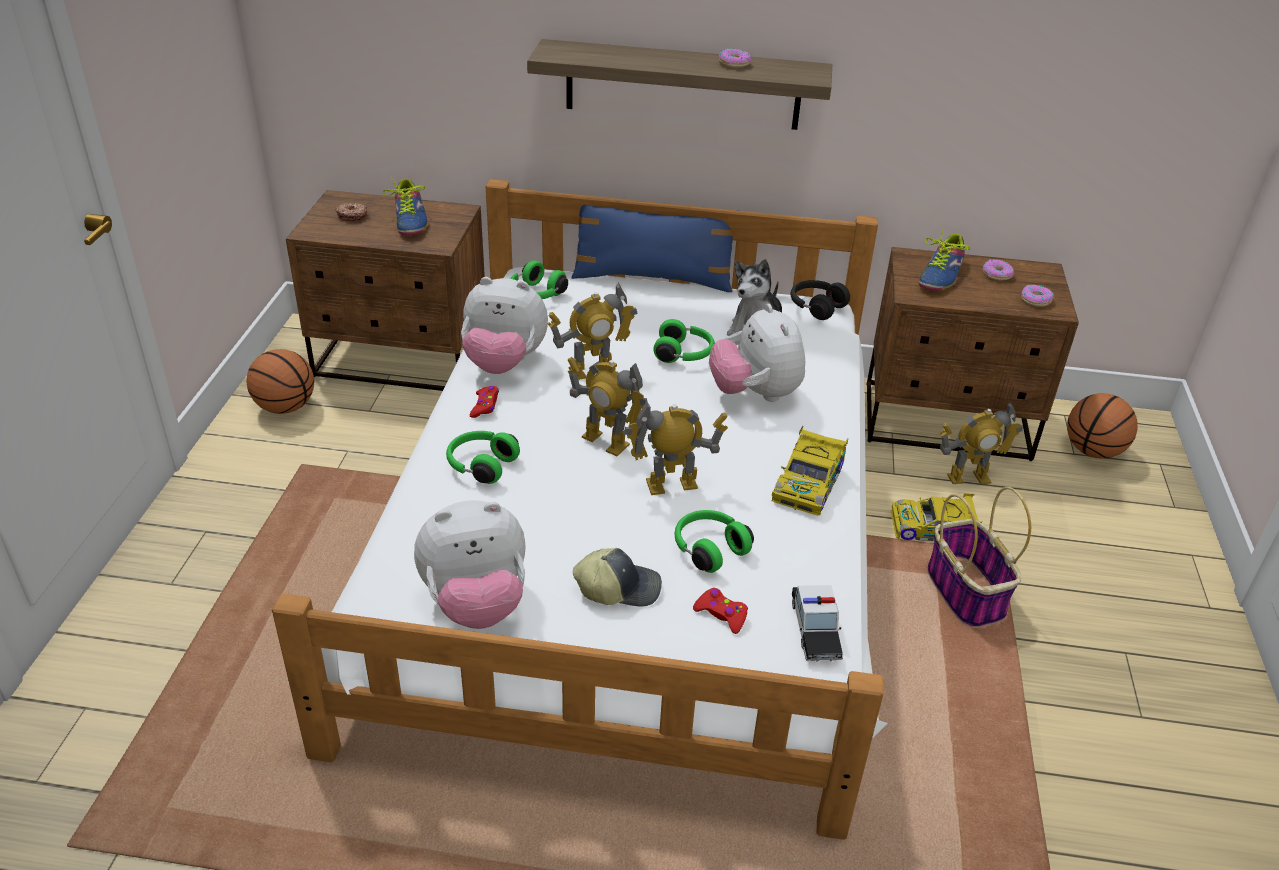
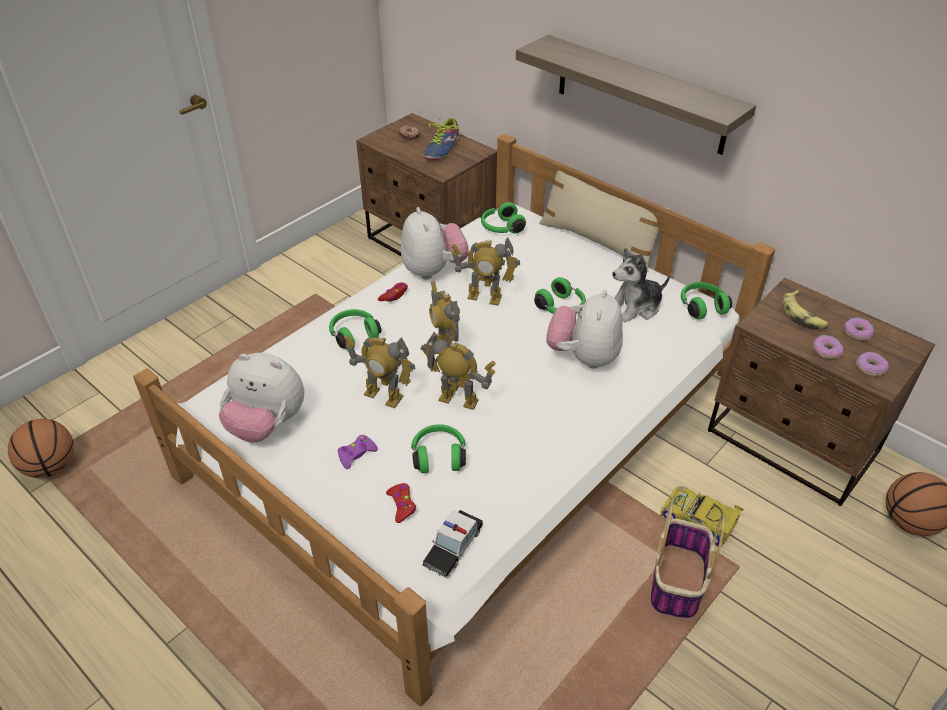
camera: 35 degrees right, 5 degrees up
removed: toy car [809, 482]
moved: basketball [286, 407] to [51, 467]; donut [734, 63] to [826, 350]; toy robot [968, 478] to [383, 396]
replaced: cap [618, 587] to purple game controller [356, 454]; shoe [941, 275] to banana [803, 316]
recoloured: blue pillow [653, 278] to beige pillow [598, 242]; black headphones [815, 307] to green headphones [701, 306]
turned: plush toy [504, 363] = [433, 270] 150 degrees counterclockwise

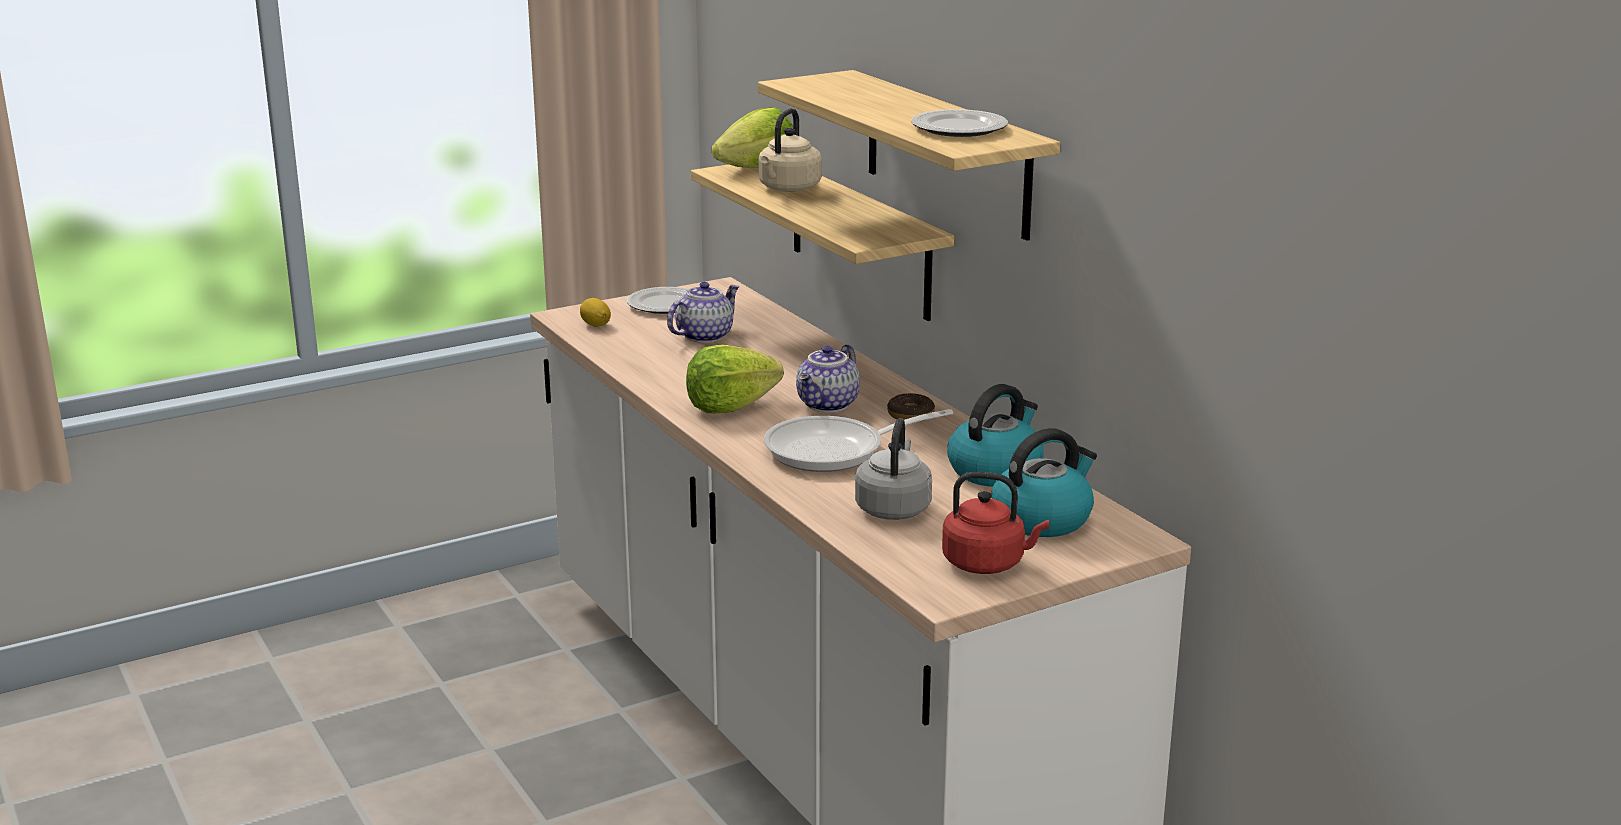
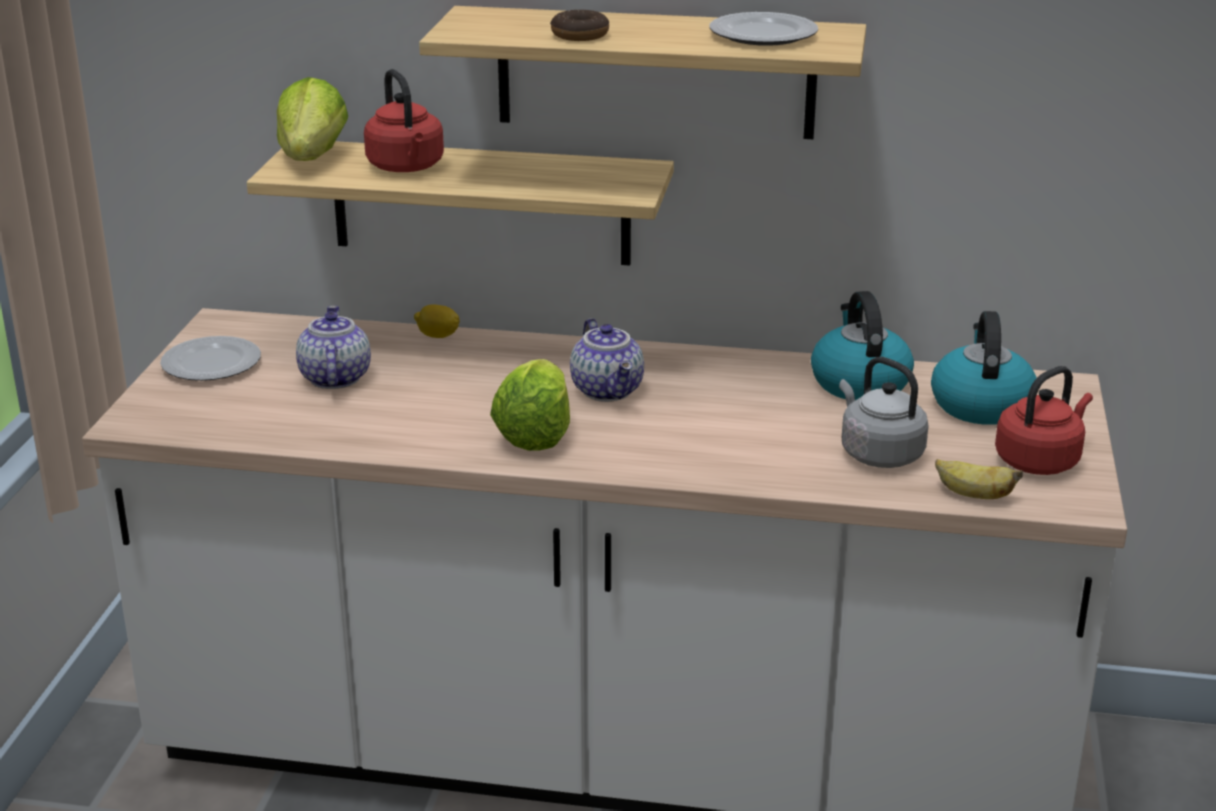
camera: 50 degrees left, 5 degrees up
removed: frying pan [835, 451]
added: banana [973, 495]
moved: lemon [595, 325] to [437, 336]; donut [910, 415] to [580, 35]
recoloured: beige kettle [788, 189] to red kettle [407, 168]

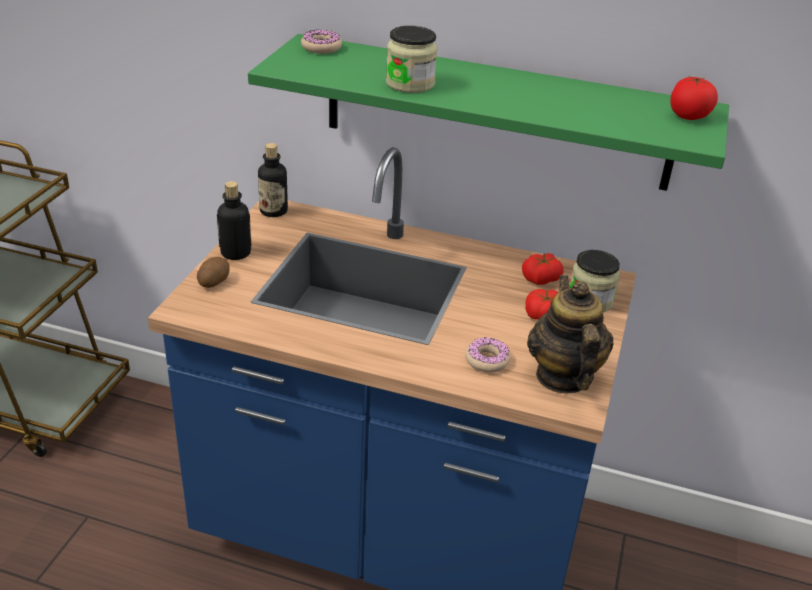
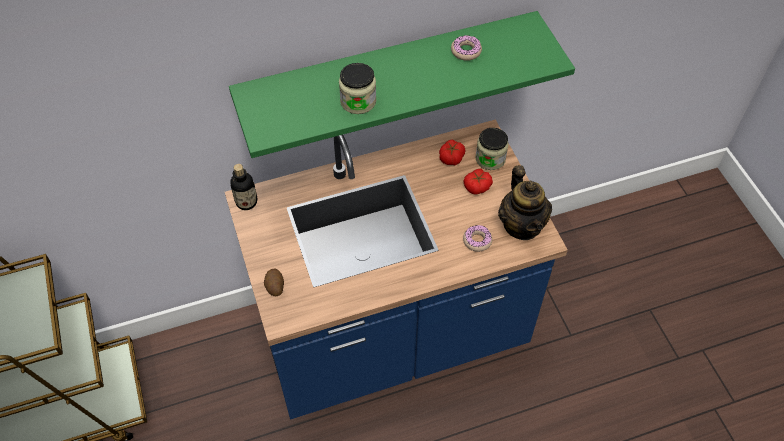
camera: 35 degrees left, 20 degrees up
removed: bottle [235, 253]; tomato [689, 116]
moved: donut [321, 48] to [466, 51]
turned: teapot [563, 376] = [522, 225] 150 degrees counterclockwise

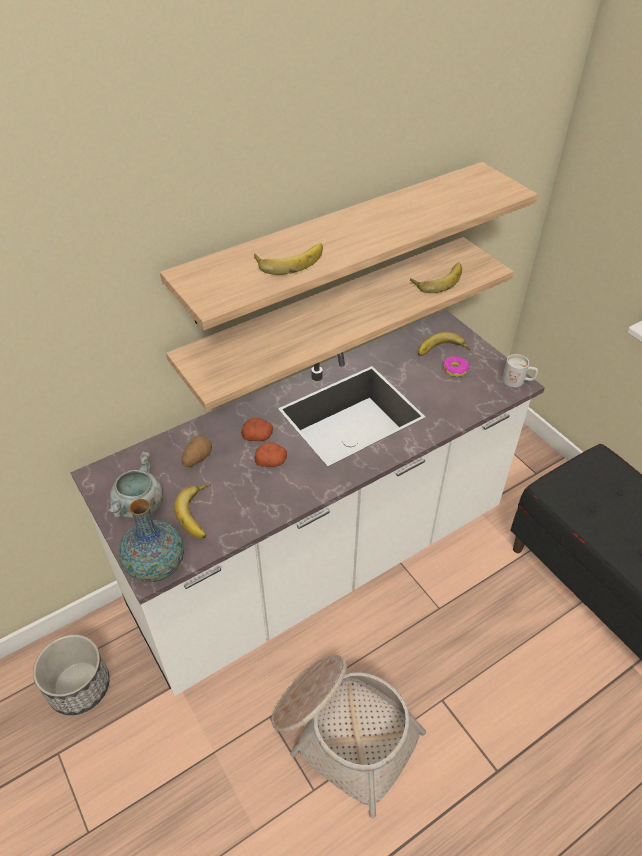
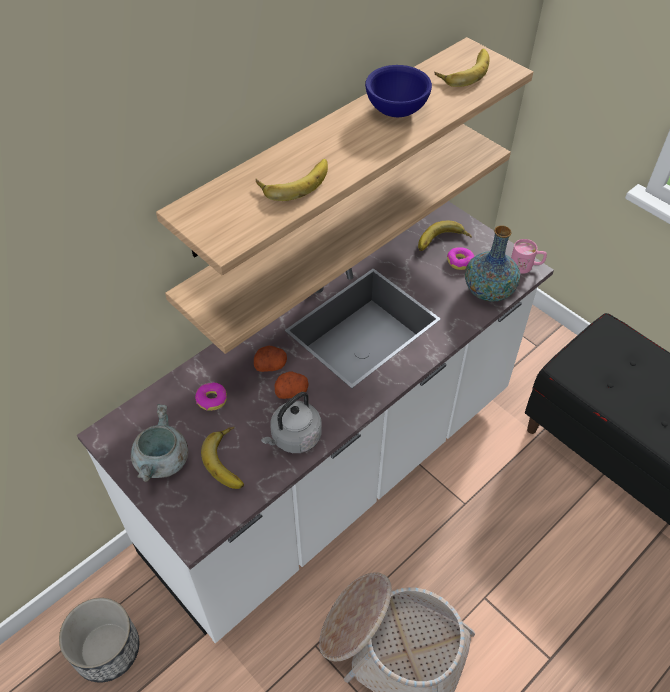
camera: 10 degrees left, 5 degrees up
added: grey kettle [294, 438]; blue bowl [397, 110]
moved: vase [156, 565] to [488, 291]; banana [437, 279] to [463, 71]
replaced: potato [197, 458] to donut [212, 399]
recoloured: white mug [518, 381] to pink mug [526, 266]

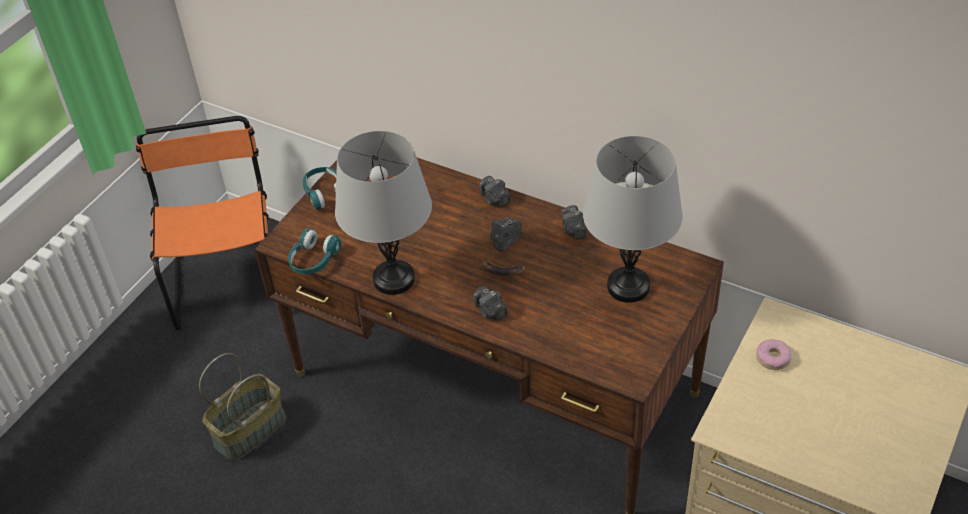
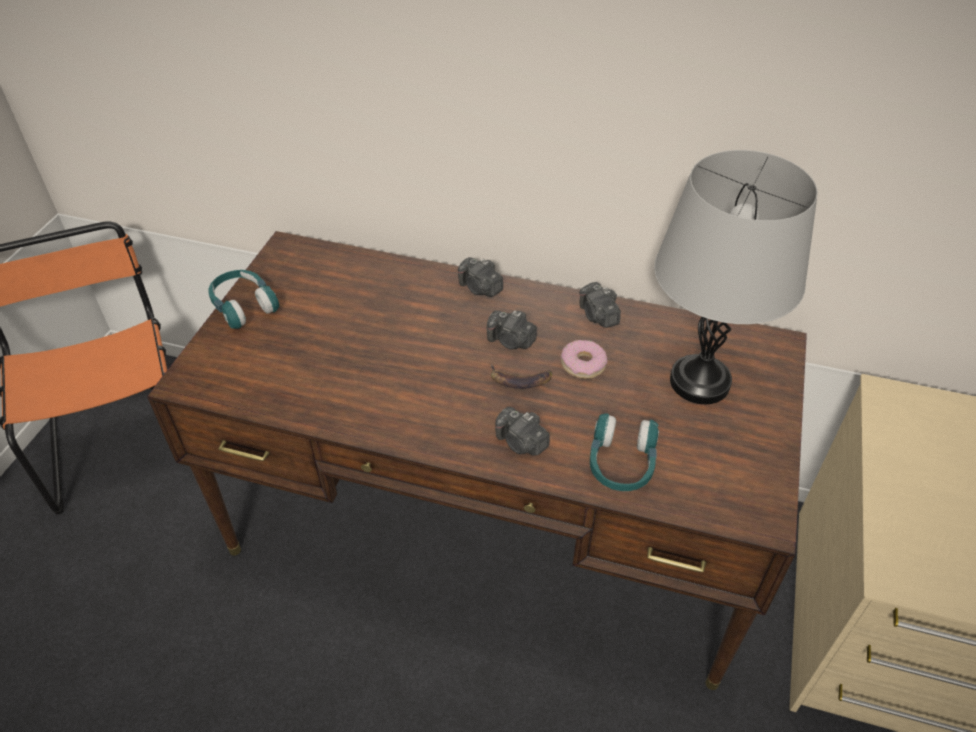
camera: 15 degrees left, 0 degrees up
removed: basket [249, 429]; grey table lamp [394, 279]
moved: turquoise headphones [313, 260] to [621, 463]; donut [773, 358] to [583, 364]
turned: photo camera [505, 241] = [511, 341] 90 degrees counterclockwise

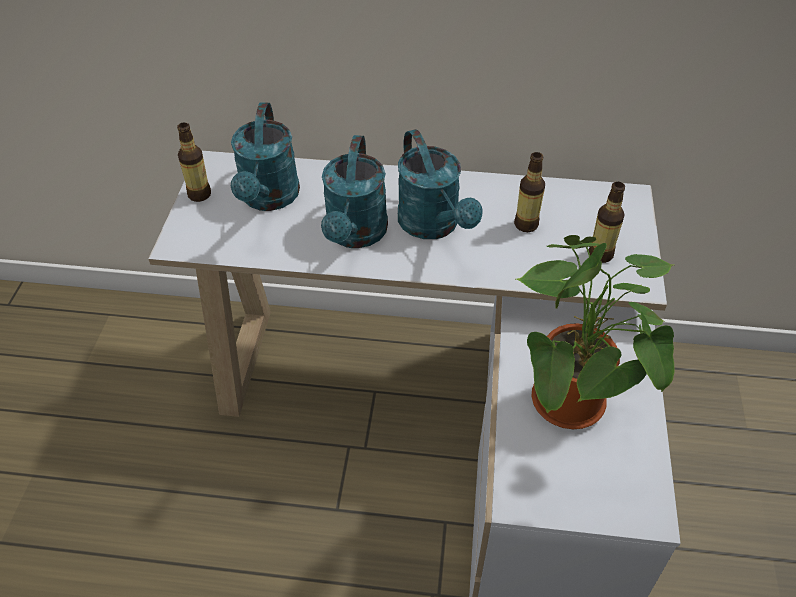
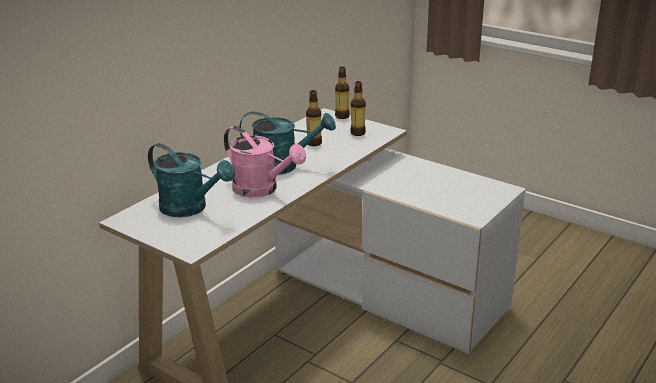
camera: 60 degrees left, 20 degrees down
removed: potted plant [572, 409]
moved: bottle [199, 194] to [342, 116]
recoloured: turquoise watering can [355, 235] to pink watering can [262, 189]

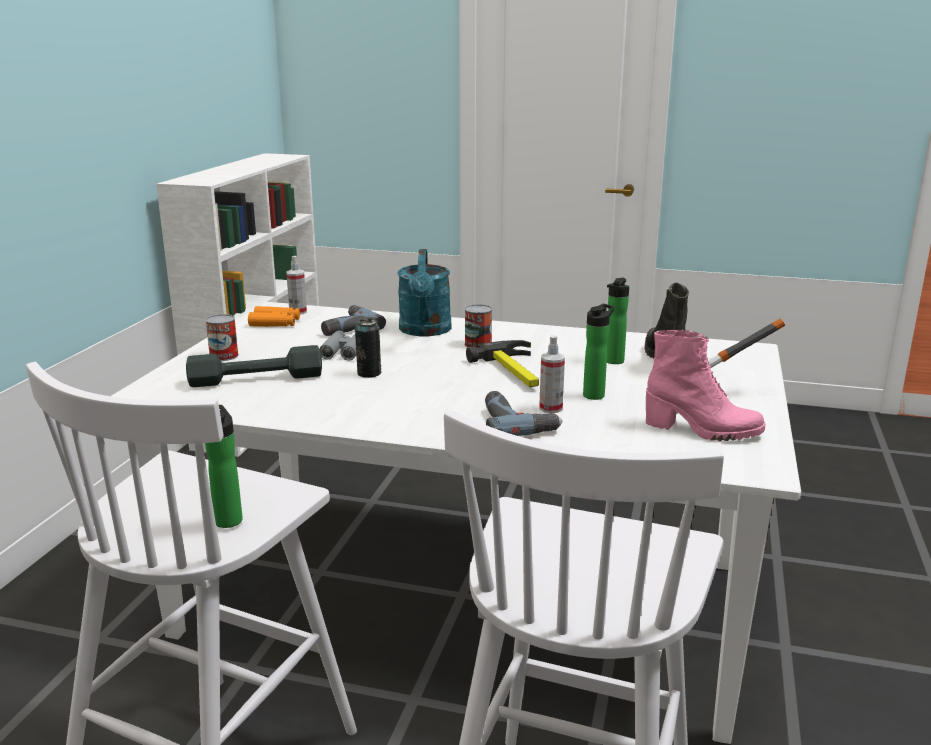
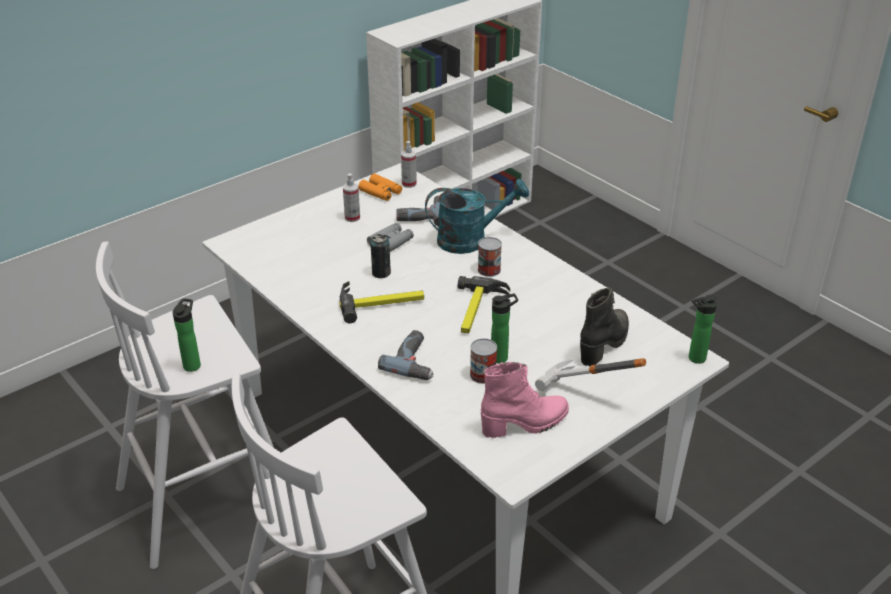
camera: 35 degrees right, 15 degrees up
removed: grey dumbbell [256, 379]
added: hammer [381, 303]
moved: can [224, 356] to [483, 375]; spray bottle [550, 408] to [352, 218]; bottle [613, 362] to [694, 359]
turned: turquoise watering can [425, 331] = [470, 240] 135 degrees counterclockwise; pink boot [702, 430] = [525, 424] 75 degrees counterclockwise

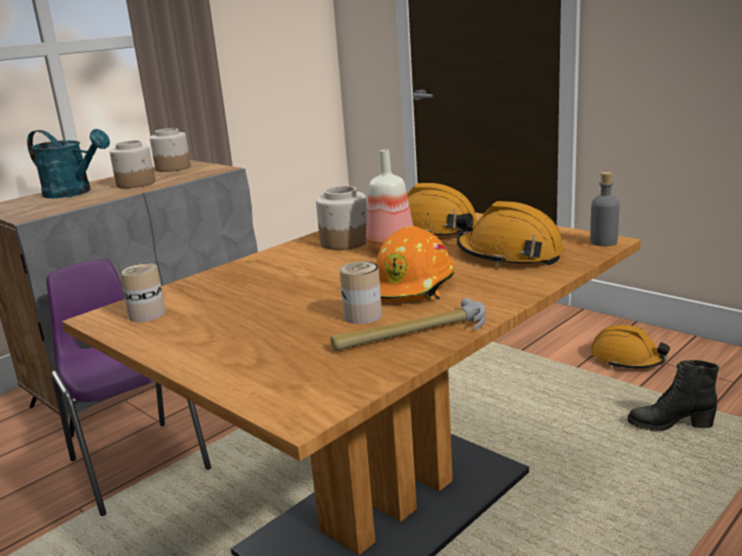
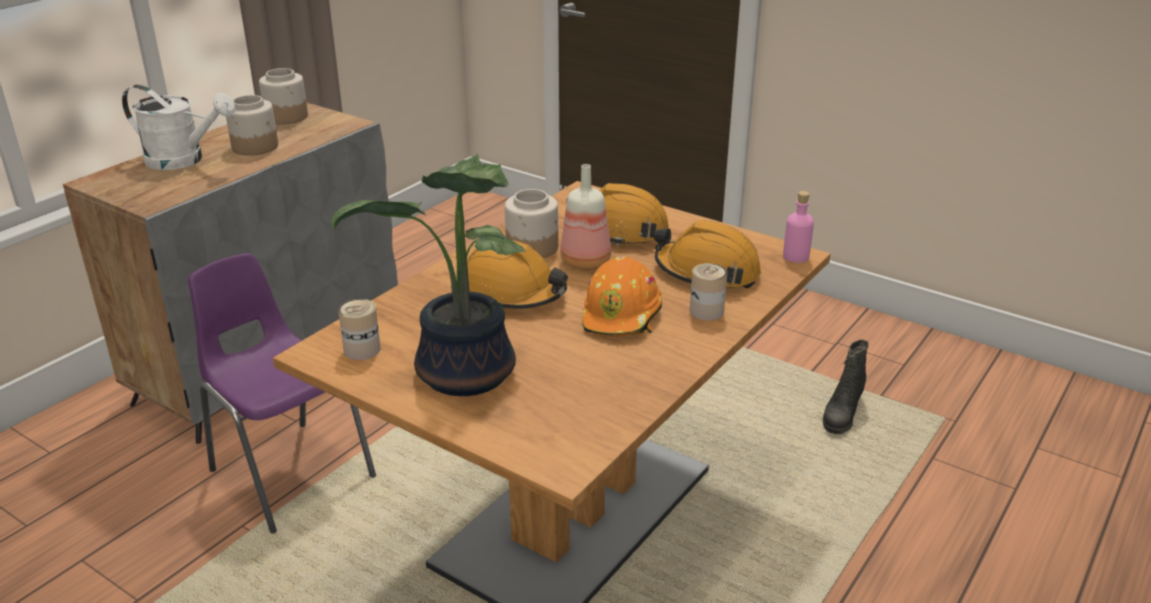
camera: 10 degrees left, 10 degrees up
removed: hammer [411, 333]
added: potted plant [463, 376]
moved: can [362, 316] to [706, 311]; orange hard hat [627, 359] to [513, 292]
recoloured: turquoise watering can [74, 193] to white watering can [184, 160]; grey bottle [603, 242] to pink bottle [796, 256]
turned: black boot [669, 425] = [841, 415] 60 degrees counterclockwise

